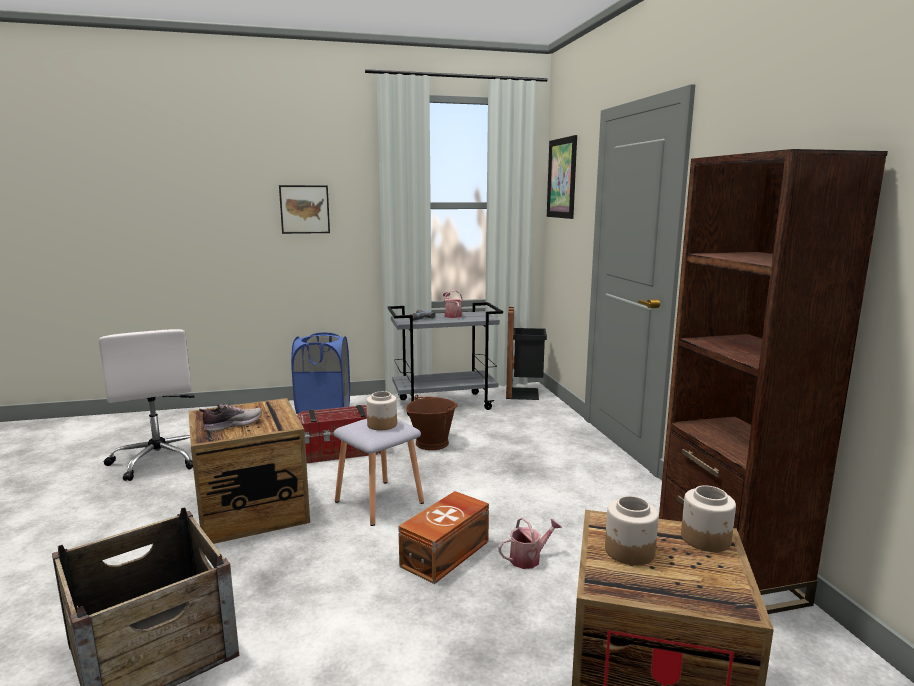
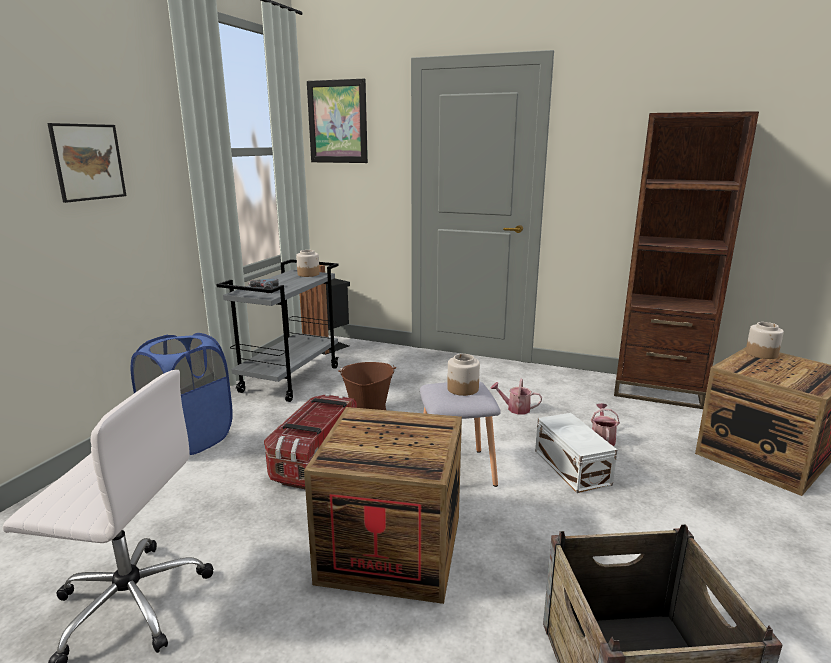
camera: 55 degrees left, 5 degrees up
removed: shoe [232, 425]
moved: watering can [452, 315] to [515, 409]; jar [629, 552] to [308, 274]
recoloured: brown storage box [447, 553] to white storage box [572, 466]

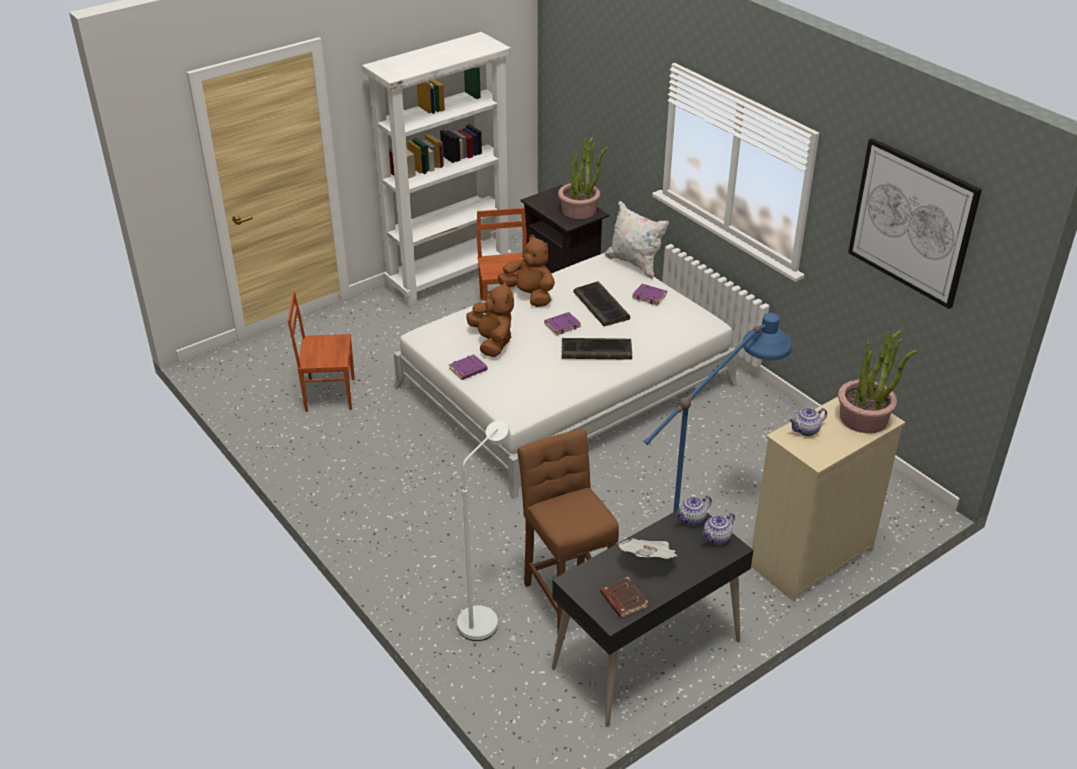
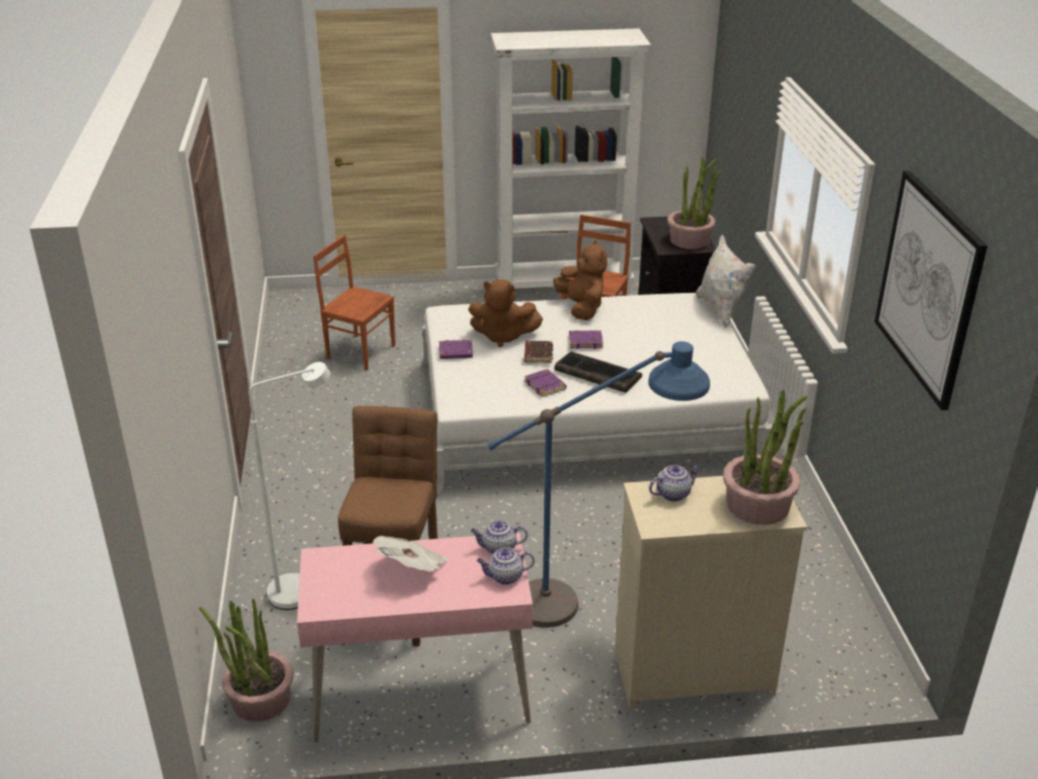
camera: 30 degrees right, 5 degrees down
removed: keyboard [602, 306]
added: potted plant [260, 699]
moved: brown book [623, 600] to [537, 354]; purple book [650, 296] to [545, 386]
recoloured: black desk [647, 655] to pink desk [420, 693]
turned: brown plush toy [492, 342] = [503, 336] 90 degrees clockwise; teapot [805, 430] = [673, 493] 150 degrees clockwise

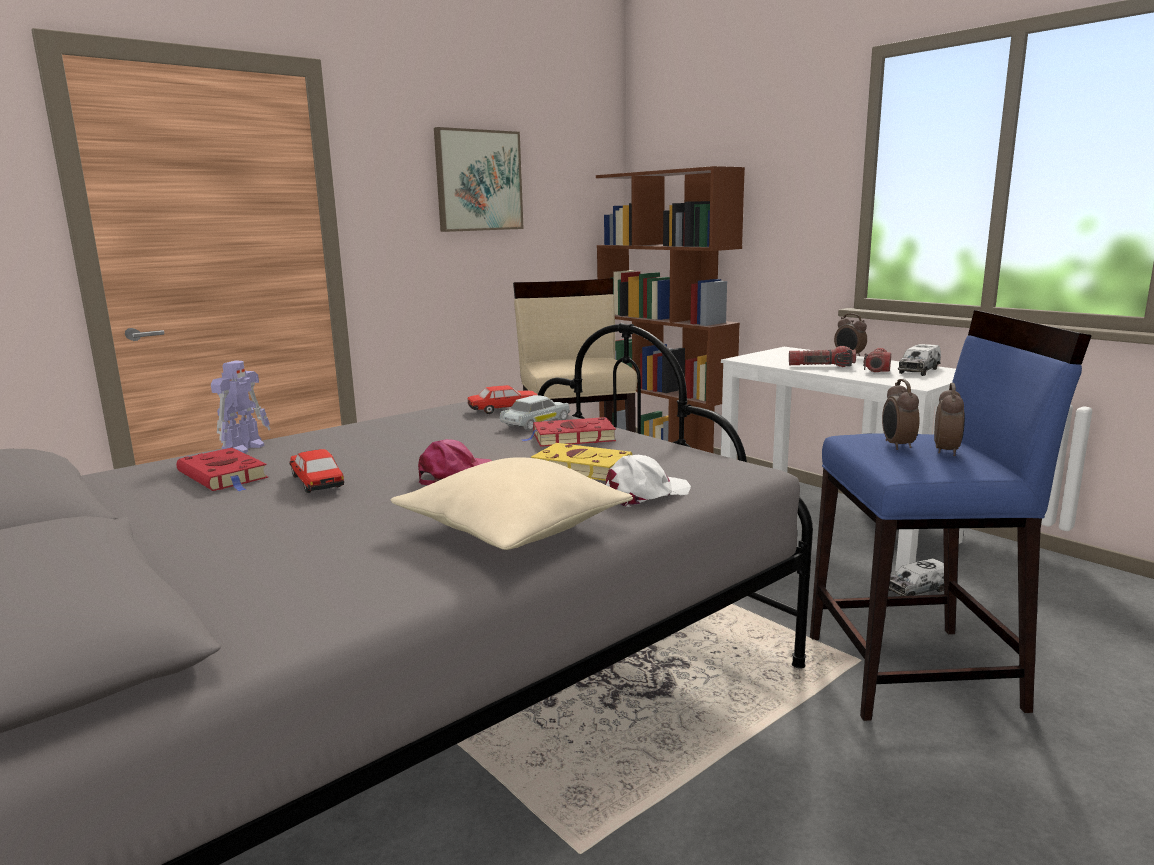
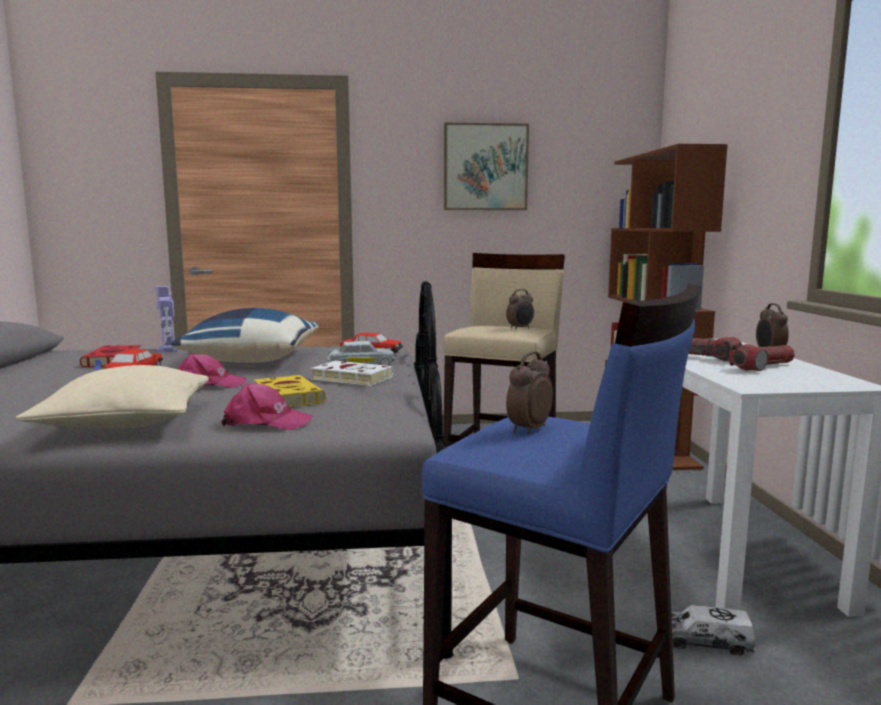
camera: 35 degrees right, 5 degrees down
removed: toy truck [919, 370]
added: blue pillow [251, 360]
moved: alarm clock [947, 451] to [520, 328]
recoloured: red book [571, 438] to white book [350, 378]; white cap [645, 494] to pink cap [266, 422]
turned: toy robot [244, 448] = [168, 349] 105 degrees clockwise

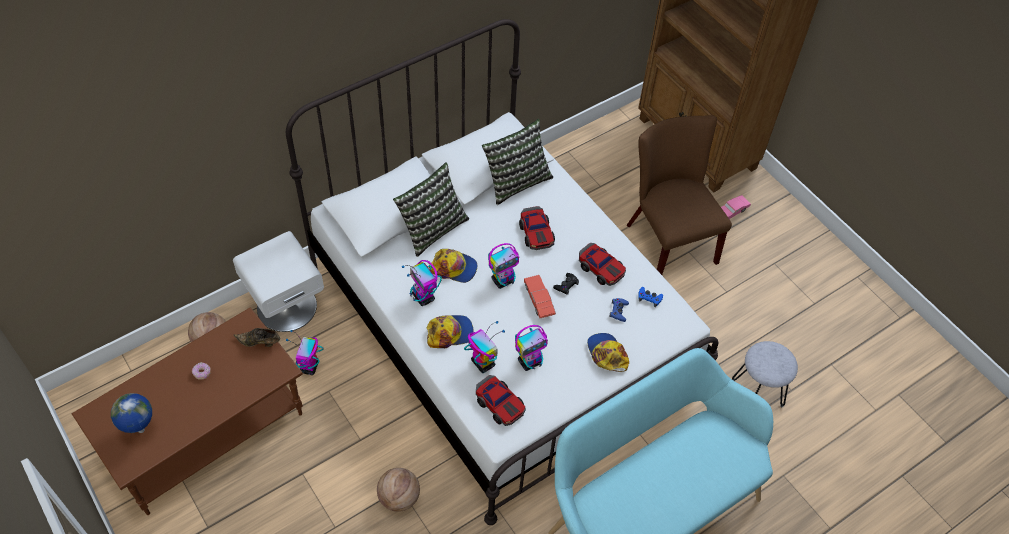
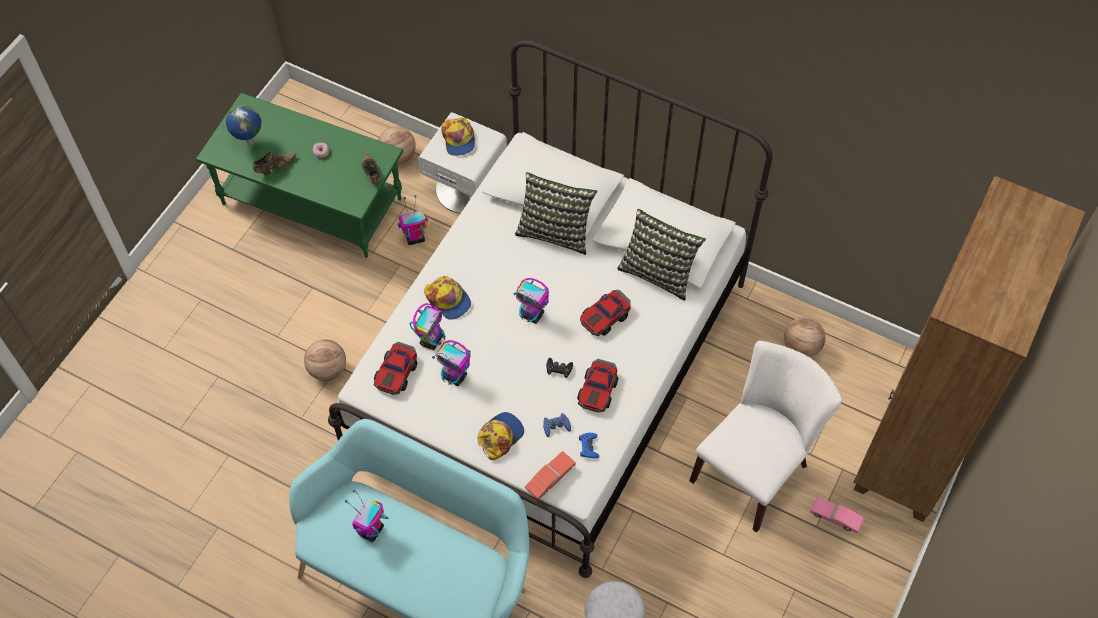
camera: 65 degrees right, 5 degrees up
added: brown shoe [274, 168]; basketball [801, 347]
moved: toy robot [423, 297] to [371, 531]; cap [454, 268] to [458, 139]; red toy car [539, 300] to [550, 478]
recoloured: brown coffee table [206, 435] to green coffee table [310, 202]; brown chair [667, 239] to white chair [754, 468]

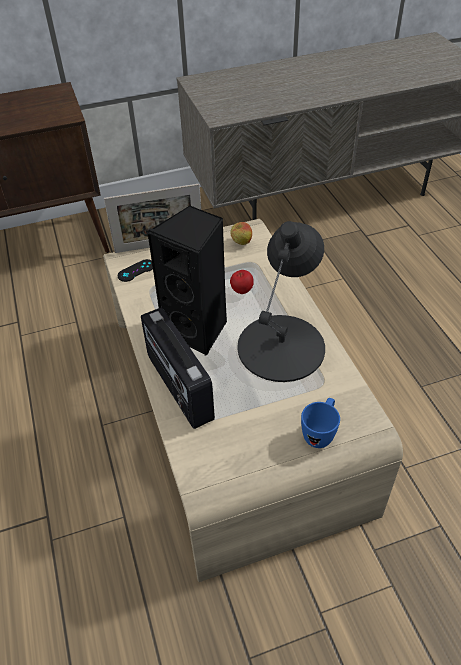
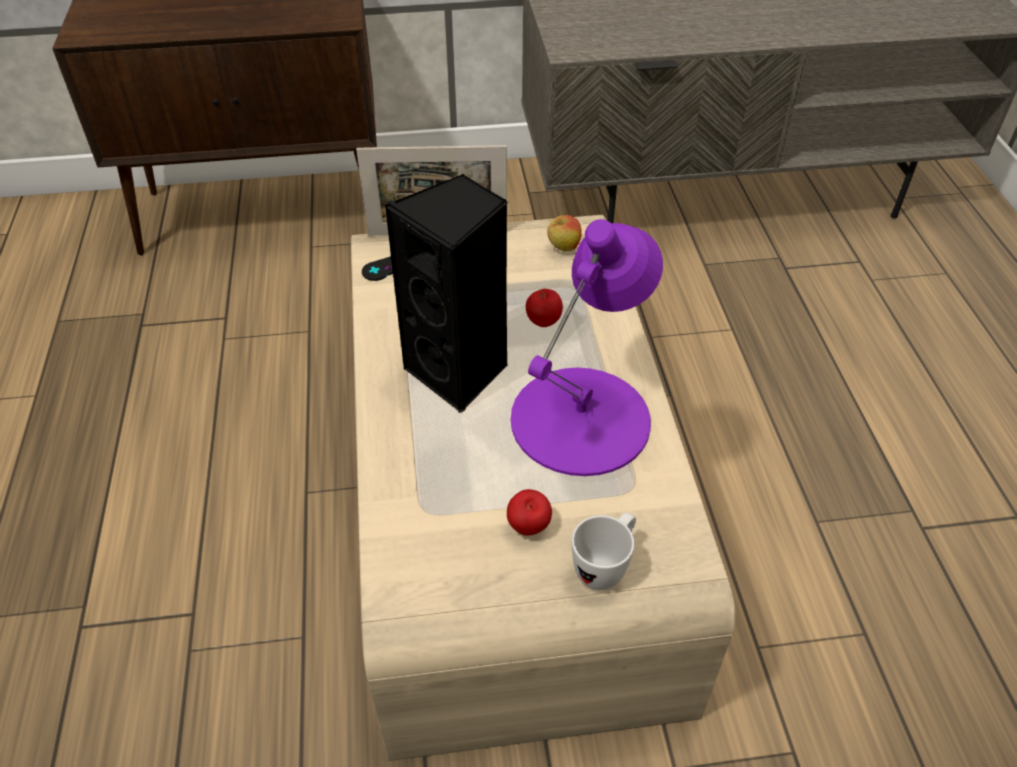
camera: 10 degrees right, 0 degrees up
removed: radio [178, 387]
added: apple [528, 528]
recoloured: black table lamp [282, 346] to purple table lamp [582, 419]; blue mug [320, 433] to white mug [605, 566]

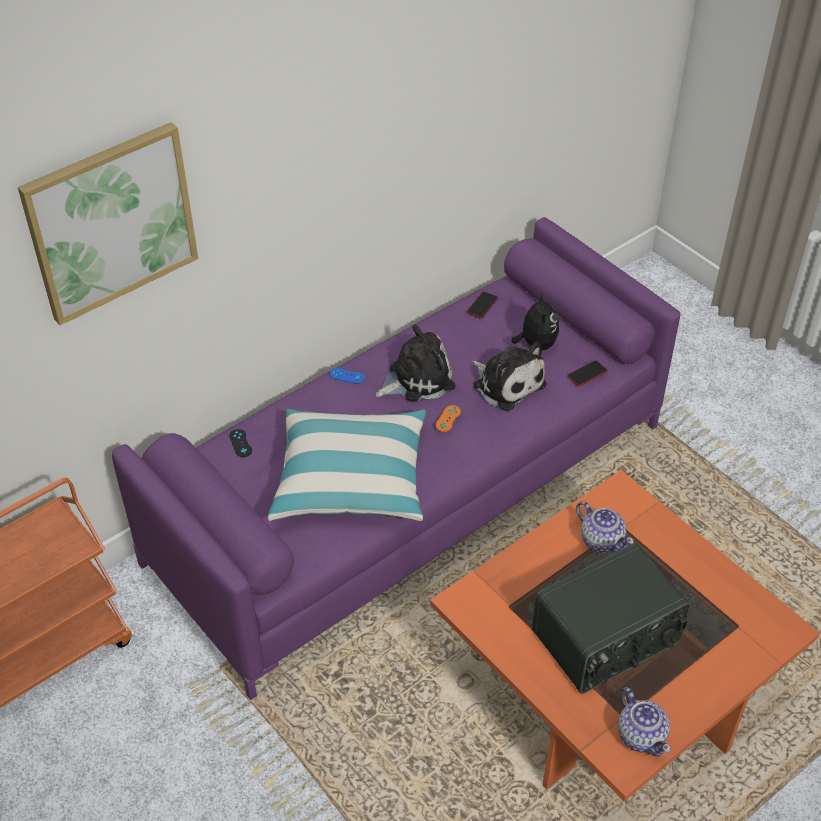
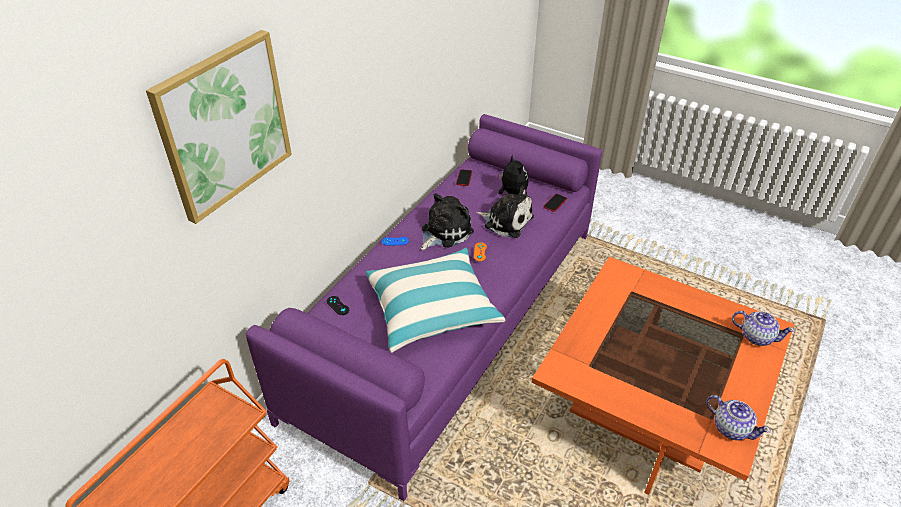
camera: 20 degrees left, 5 degrees down
removed: radio [607, 638]
moved: teapot [601, 540] to [756, 336]

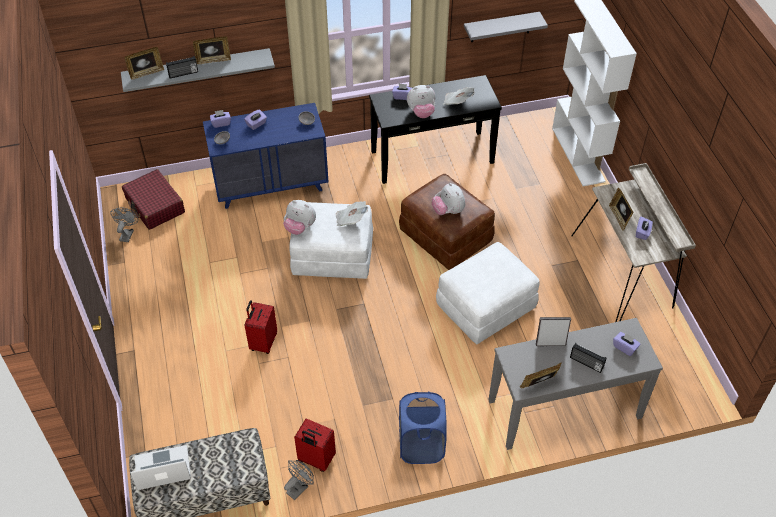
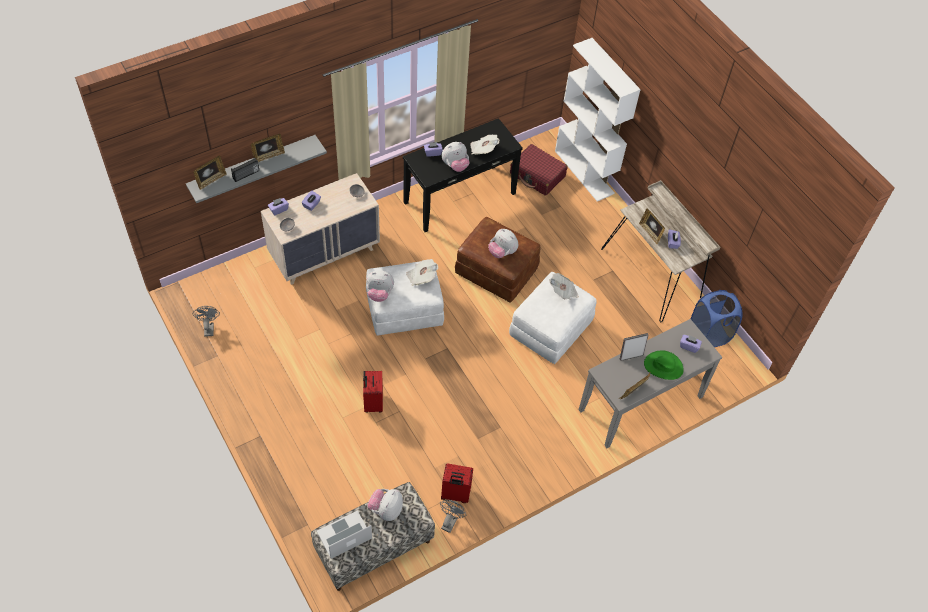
camera: 20 degrees left, 5 degrees up
removed: grey shelf [501, 27]
added: plush toy [386, 510]; newspaper [563, 292]
moved: red suitcase [155, 206] to [537, 175]; blue laundry basket [421, 446] to [709, 334]
replaced: radio [586, 363] to green hat [663, 366]
recoloured: blue dresser [271, 185] to beige dresser [324, 253]

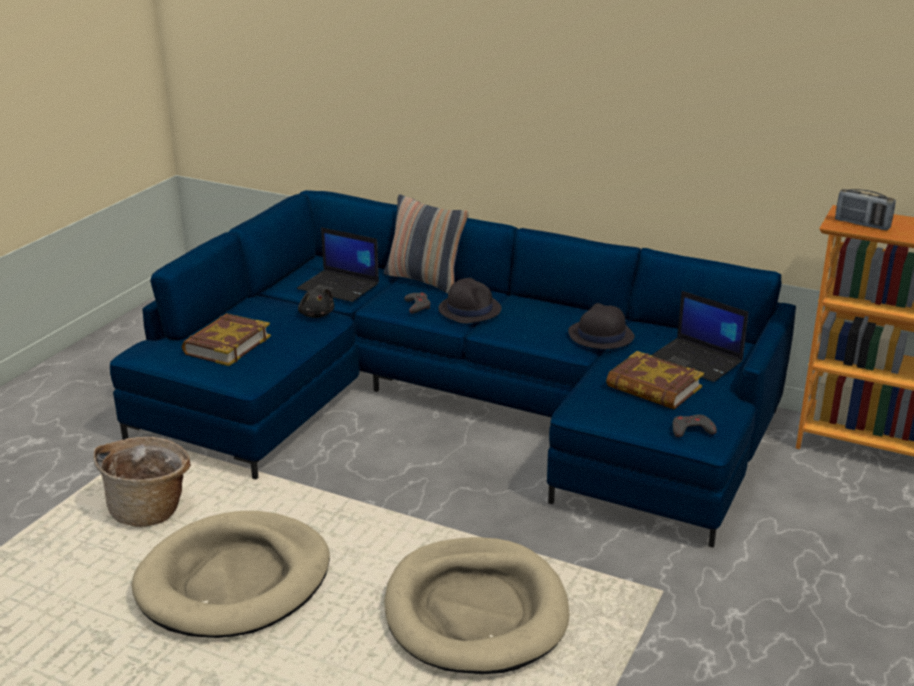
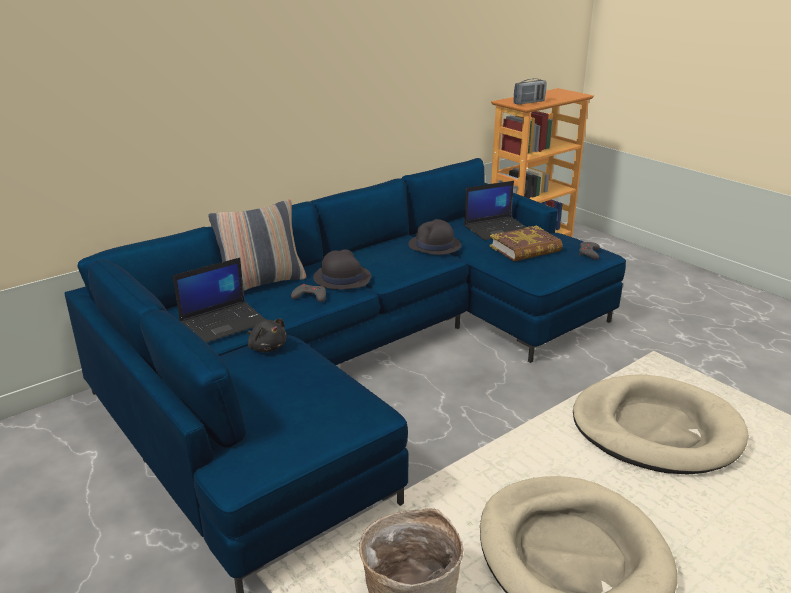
camera: 65 degrees left, 0 degrees up
removed: book [226, 345]
turned: black plush toy [316, 314] = [267, 347] 45 degrees clockwise

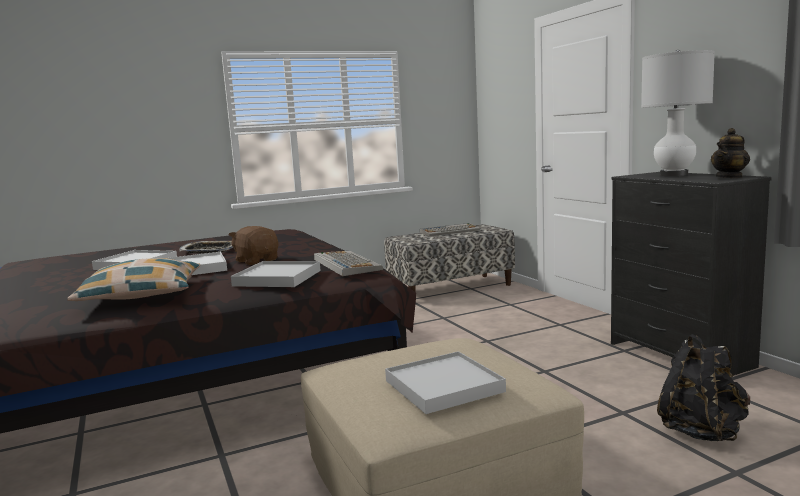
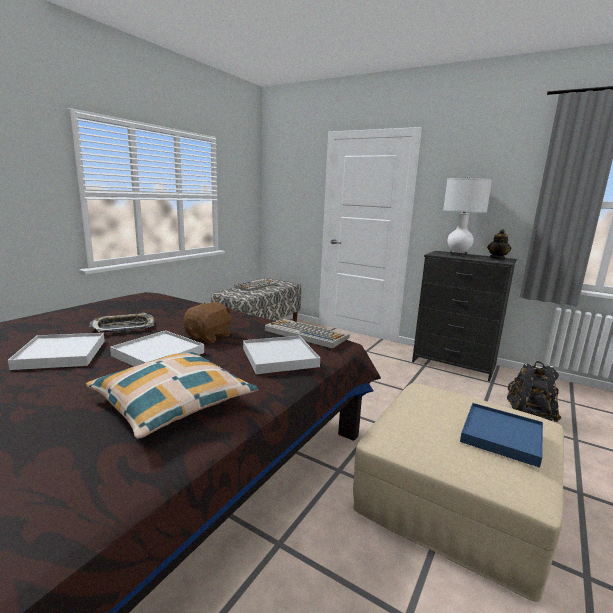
camera: 35 degrees left, 5 degrees up
recoloured: white tray [443, 386] to blue tray [501, 436]
turned: brown plush toy [257, 261] = [209, 336] 105 degrees clockwise

